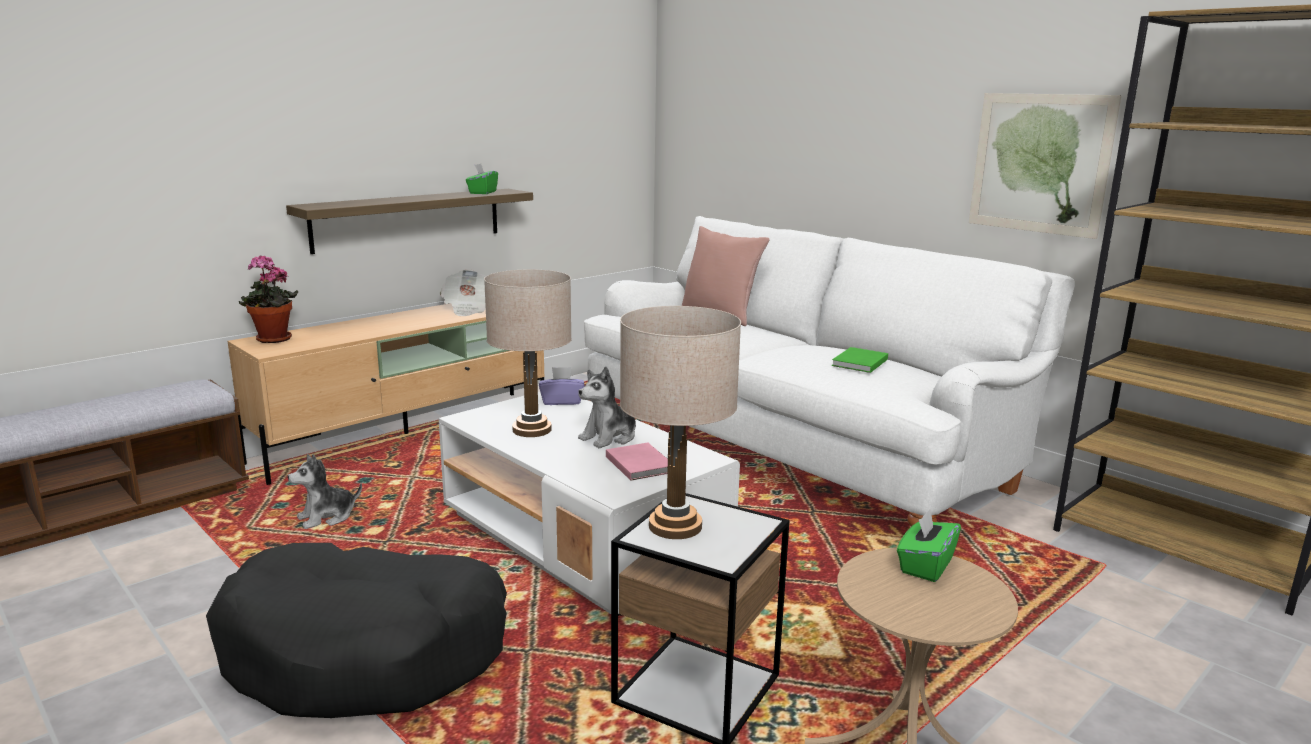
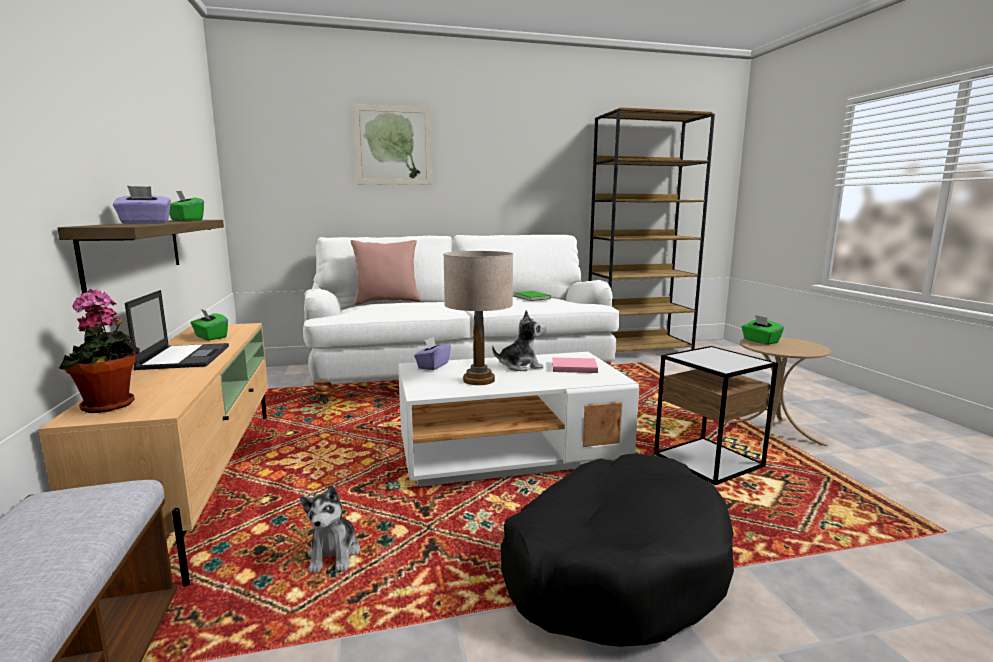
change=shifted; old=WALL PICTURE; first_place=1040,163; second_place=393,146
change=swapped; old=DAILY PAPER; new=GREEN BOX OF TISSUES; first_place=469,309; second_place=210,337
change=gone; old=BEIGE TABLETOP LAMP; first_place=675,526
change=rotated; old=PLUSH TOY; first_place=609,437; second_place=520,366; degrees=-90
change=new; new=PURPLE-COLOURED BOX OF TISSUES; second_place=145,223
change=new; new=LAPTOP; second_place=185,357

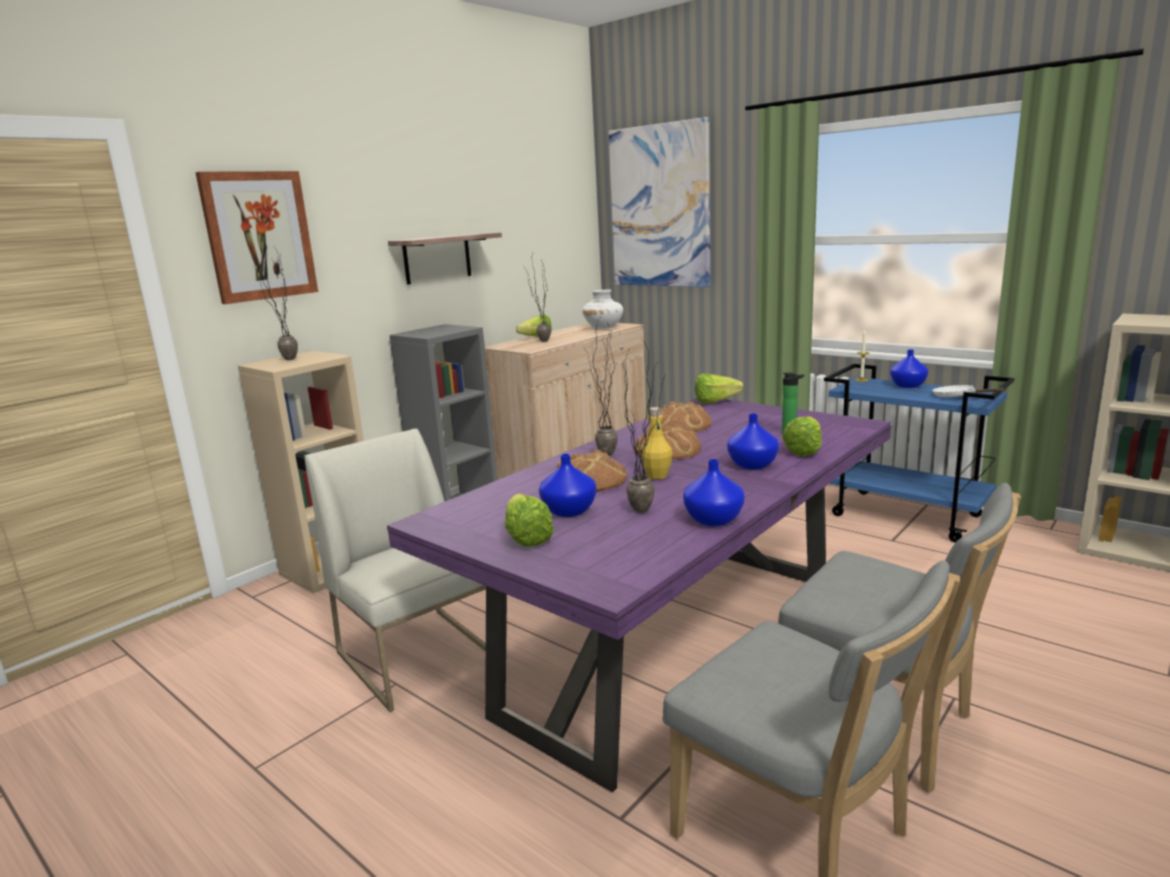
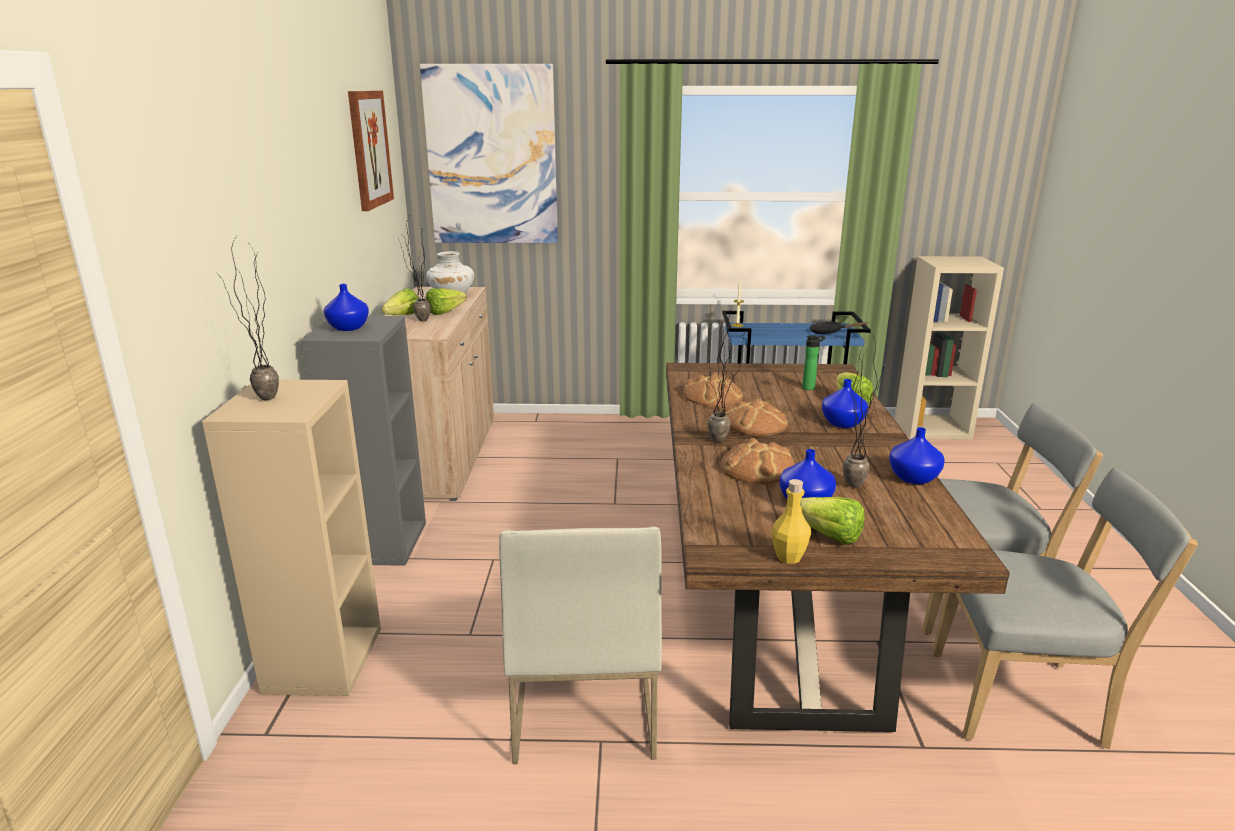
change=shifted; old=WALL PICTURE; first_place=259,236; second_place=369,149
change=gone; old=SHELF; first_place=437,258
change=shifted; old=BLUISH DECORATIVE VASE; first_place=908,386; second_place=348,328
change=shifted; old=LETTUCE HEAD; first_place=719,402; second_place=448,312
change=repainted; old=WHITE SKILLET; new=BLACK-COLOURED SKILLET; first_place=957,397; second_place=829,332
change=repainted; old=PURPLE-COLOURED DINING TABLE; new=BROWN-COLOURED DINING TABLE; first_place=677,646; second_place=778,600
change=shifted; old=YELLOWISH BOTTLE; first_place=657,476; second_place=789,557
change=rotated; old=WHITE PLAIN CHAIR; first_place=419,656; second_place=582,705; degrees=-105

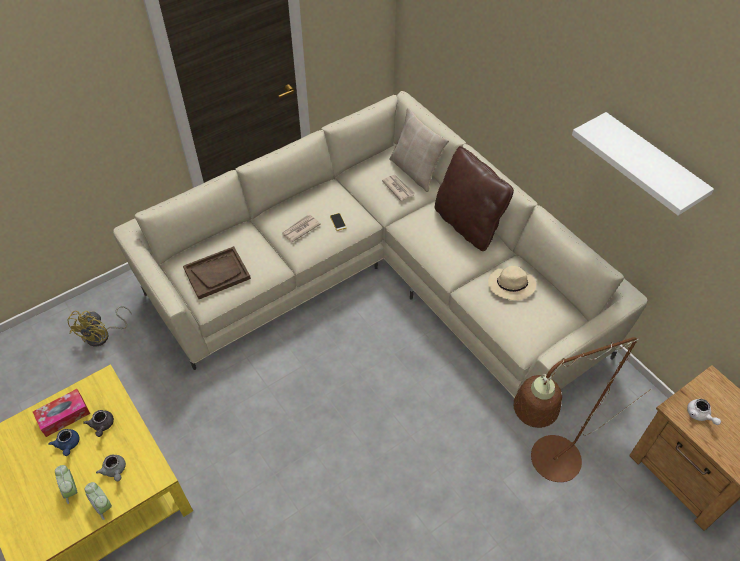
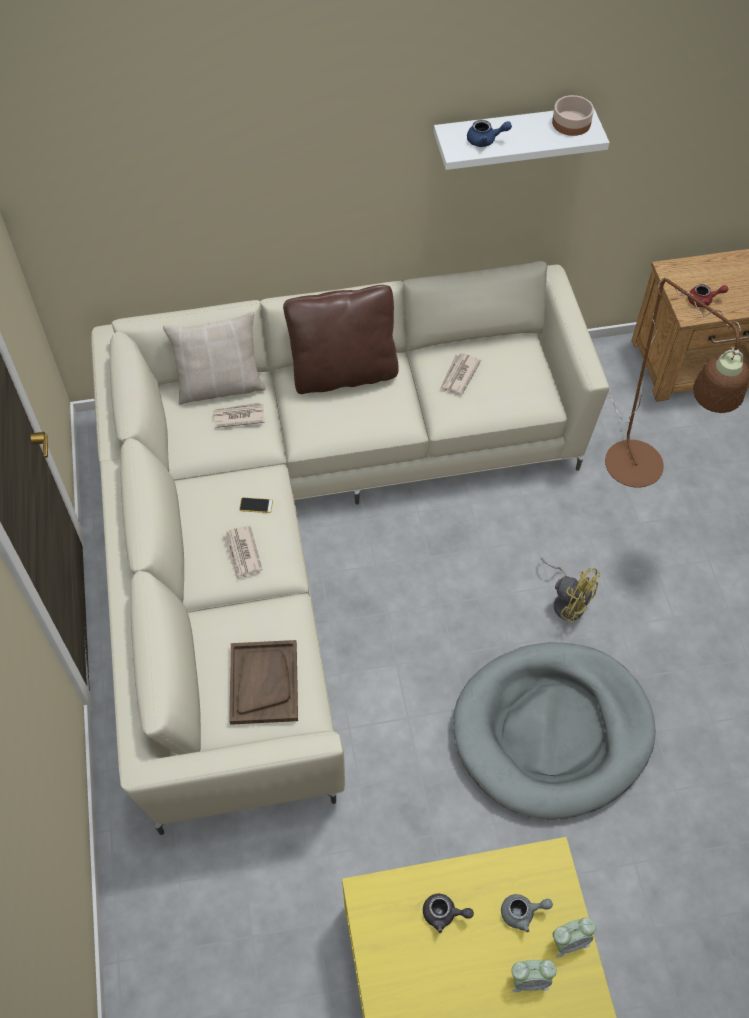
change=swapped; old=BEIGE CLOTHING HAT; new=DAILY PAPER; first_place=510,286; second_place=458,375
change=shifted; old=YELLOWISH FAN; first_place=103,335; second_place=567,601
change=gone; old=BOX OF TISSUES; first_place=64,416
change=repainted; old=WHITE TEA POT; new=REDDISH TEA POT; first_place=699,415; second_place=703,300
change=shifted; old=BLUISH TEA POT; first_place=68,445; second_place=485,140
change=new; new=SERVING BOWL; second_place=570,123
change=new; new=GREYISH PET BED; second_place=552,731

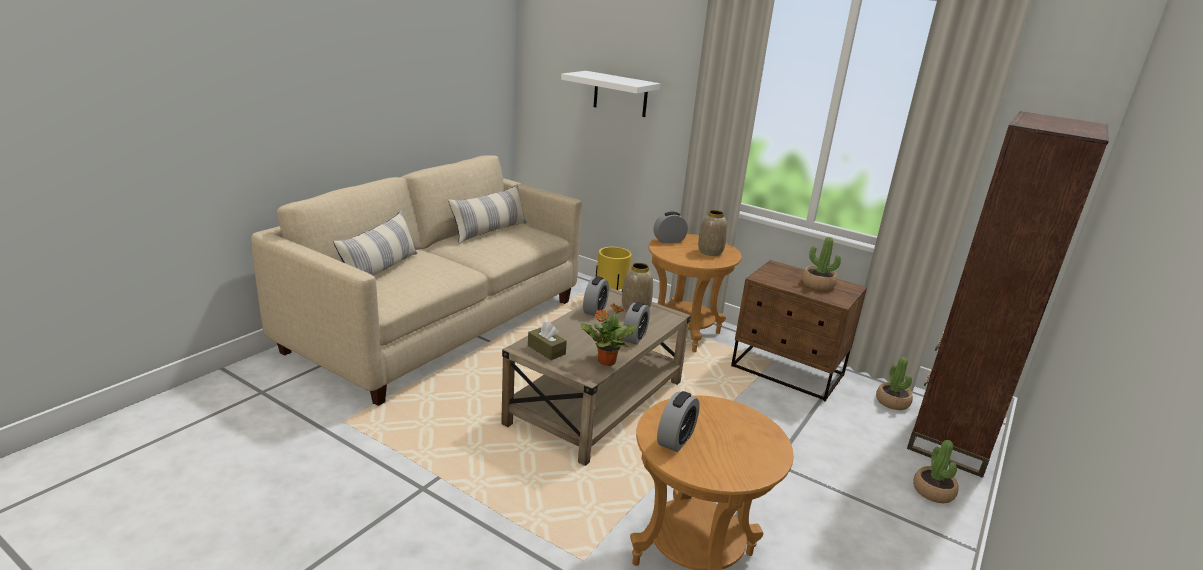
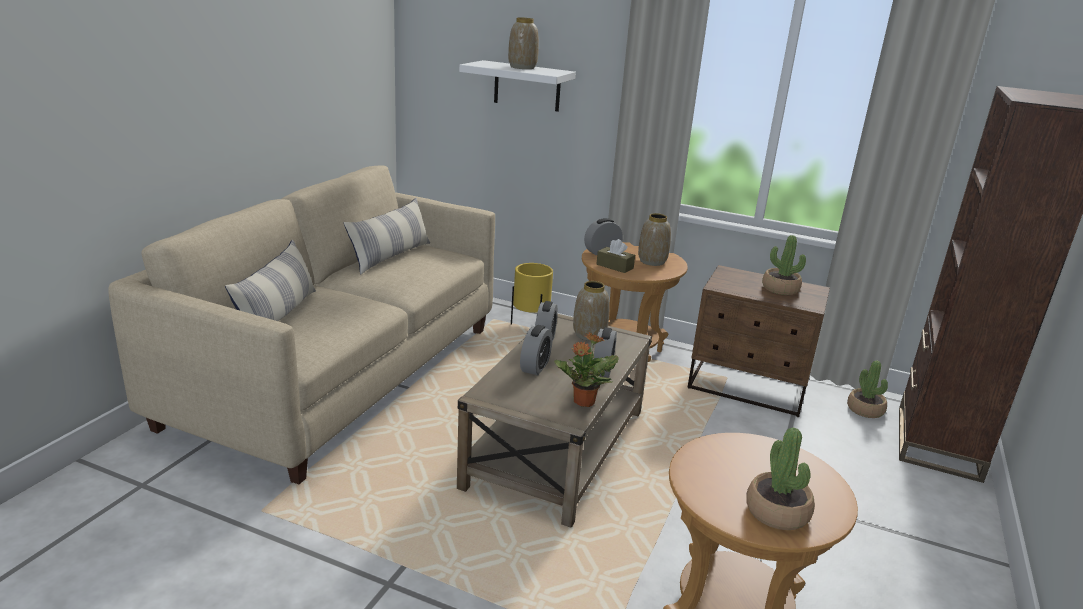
change=shifted; old=BROWN-COLOURED BOX OF TISSUES; first_place=546,350; second_place=614,266
change=shifted; old=ALARM CLOCK; first_place=676,439; second_place=535,367
change=shifted; old=PLANT IN A POT; first_place=933,491; second_place=777,512
change=new; new=DECORATIVE VASE; second_place=523,67

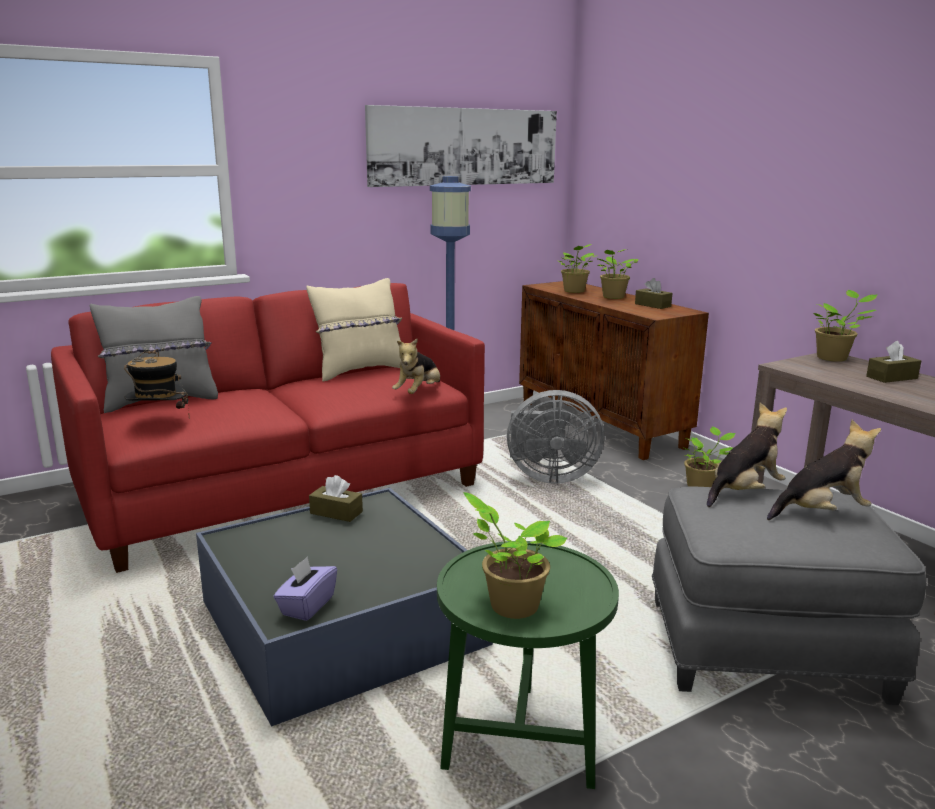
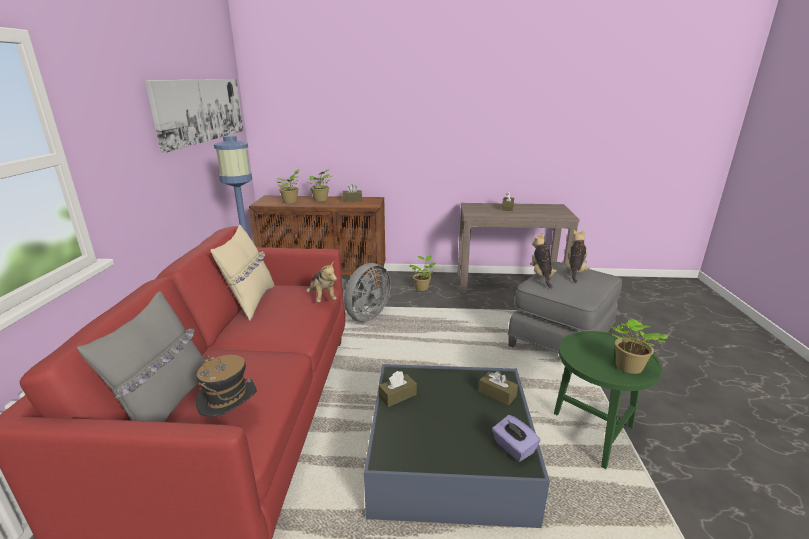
change=gone; old=PLANT IN A POT; first_place=834,358
change=new; new=BROWN-COLOURED BOX OF TISSUES; second_place=497,394

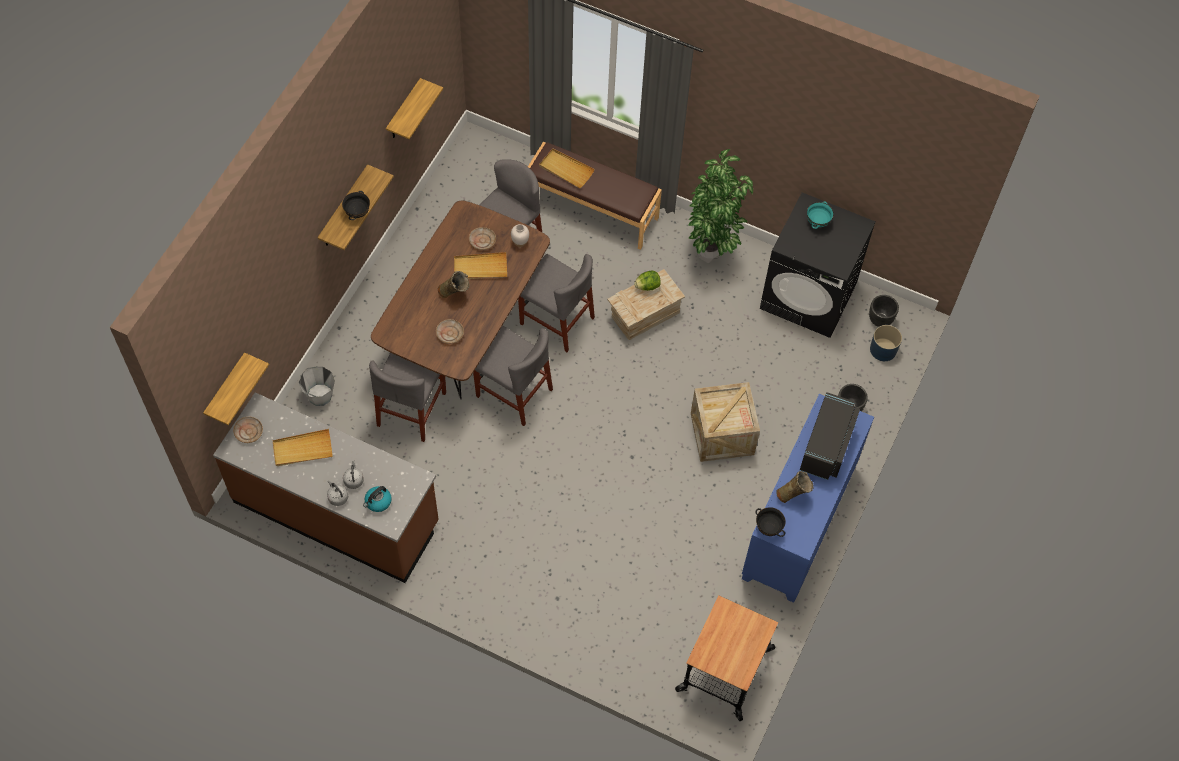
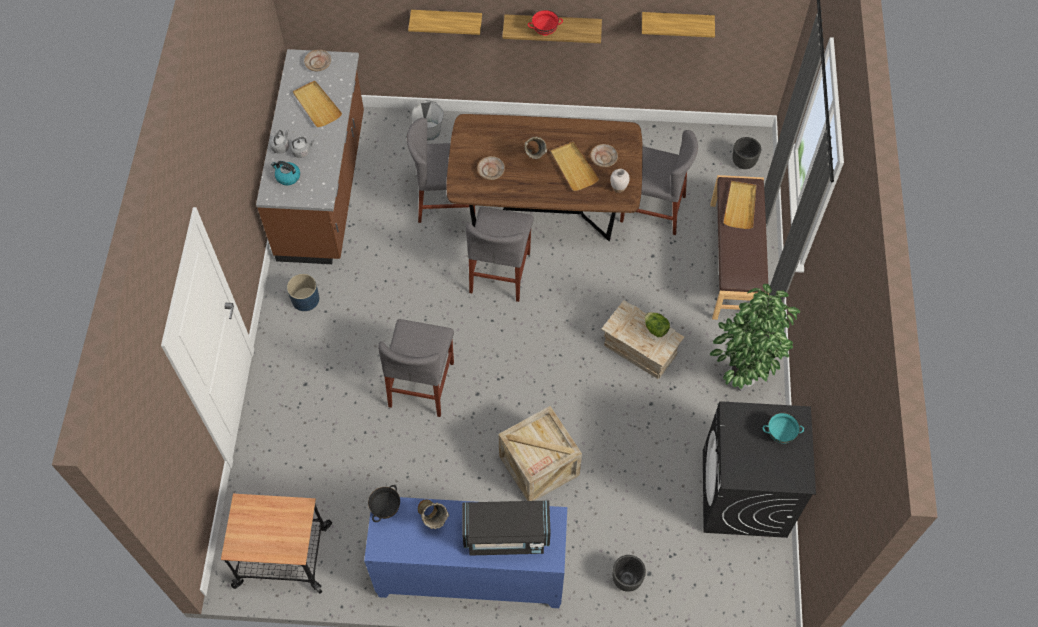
change=repainted; old=BLACK-COLOURED SERVING BOWL; new=REDDISH SERVING BOWL; first_place=357,213; second_place=545,31
change=shifted; old=GREYISH PLAIN CHAIR; first_place=557,320; second_place=421,384
change=shifted; old=BLACK-COLOURED FLOWER POT; first_place=880,319; second_place=744,162
change=shifted; old=BLUISH FLOWER POT; first_place=883,349; second_place=305,299
change=shifted; old=SHELF; first_place=226,389; second_place=447,20

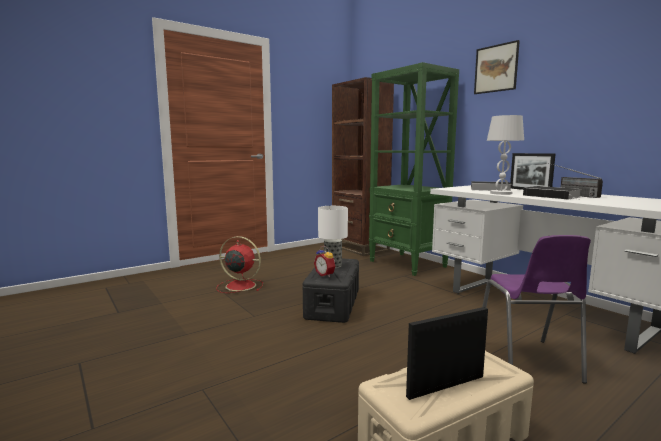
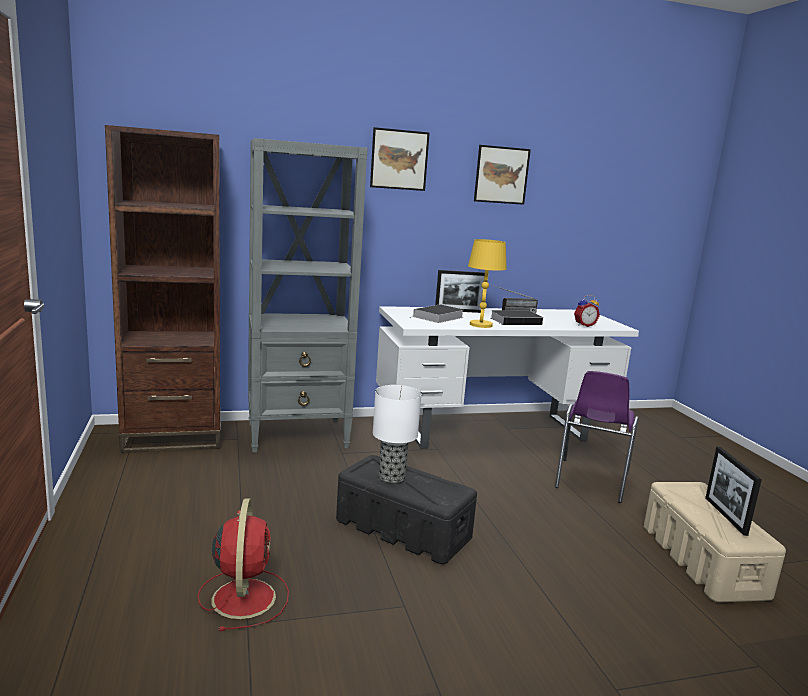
change=repainted; old=GREEN SHELVING UNIT; new=GREYISH SHELVING UNIT; first_place=408,264; second_place=298,435
change=repainted; old=WHITE TABLETOP LAMP; new=YELLOWISH TABLETOP LAMP; first_place=501,193; second_place=481,325
change=rotated; old=PURPLE-COLOURED PLAIN CHAIR; first_place=527,362; second_place=590,481; degrees=90
change=rotated; old=REDDISH FAN; first_place=239,286; second_place=244,596; degrees=135
change=shifted; old=ALARM CLOCK; first_place=325,275; second_place=584,325
change=new; new=WALL PICTURE; second_place=501,175

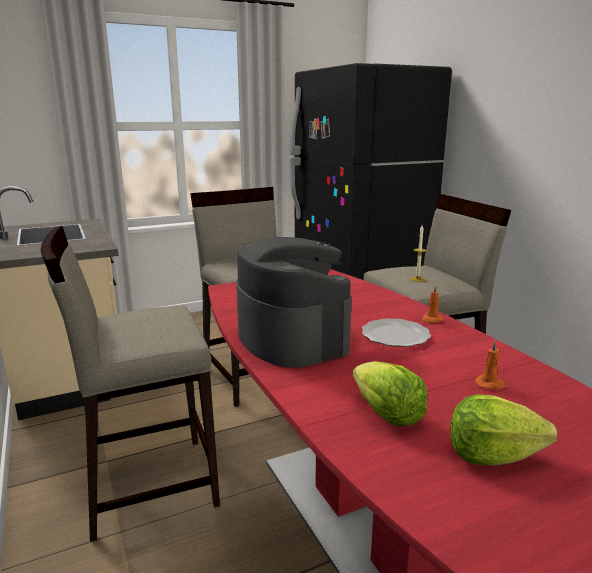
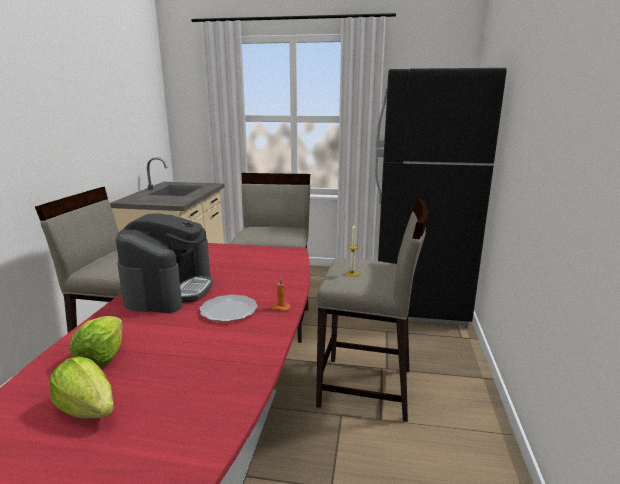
change=gone; old=ORANGE-COLOURED CANDLE; first_place=490,384

